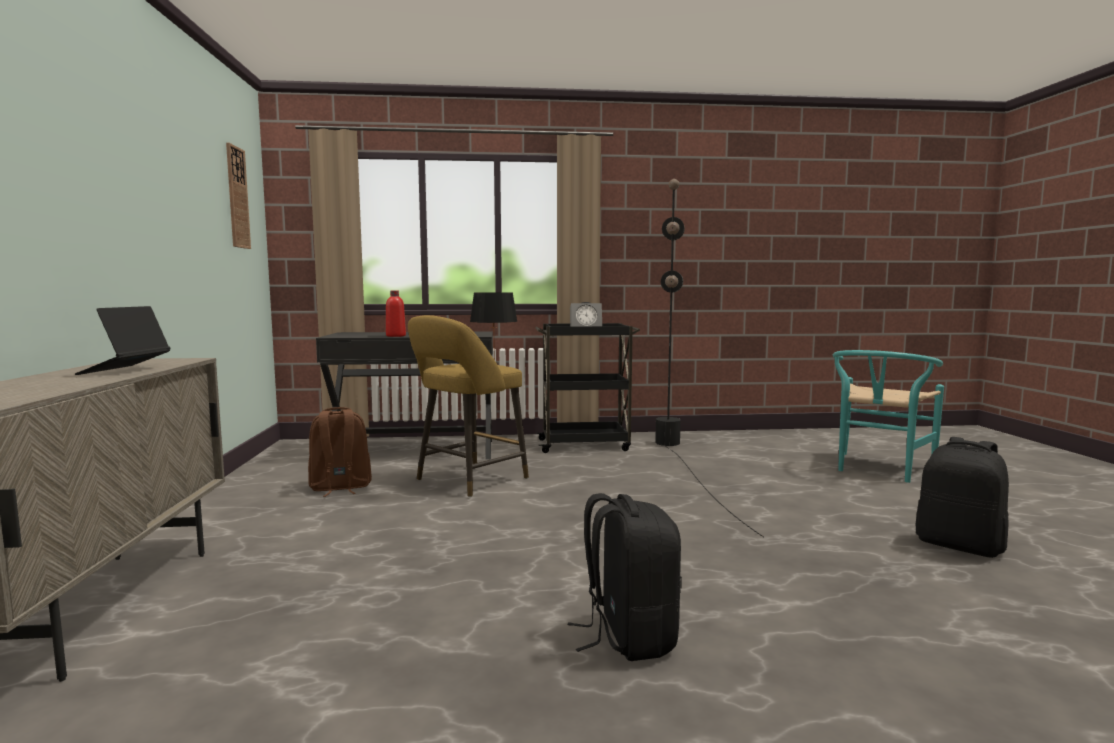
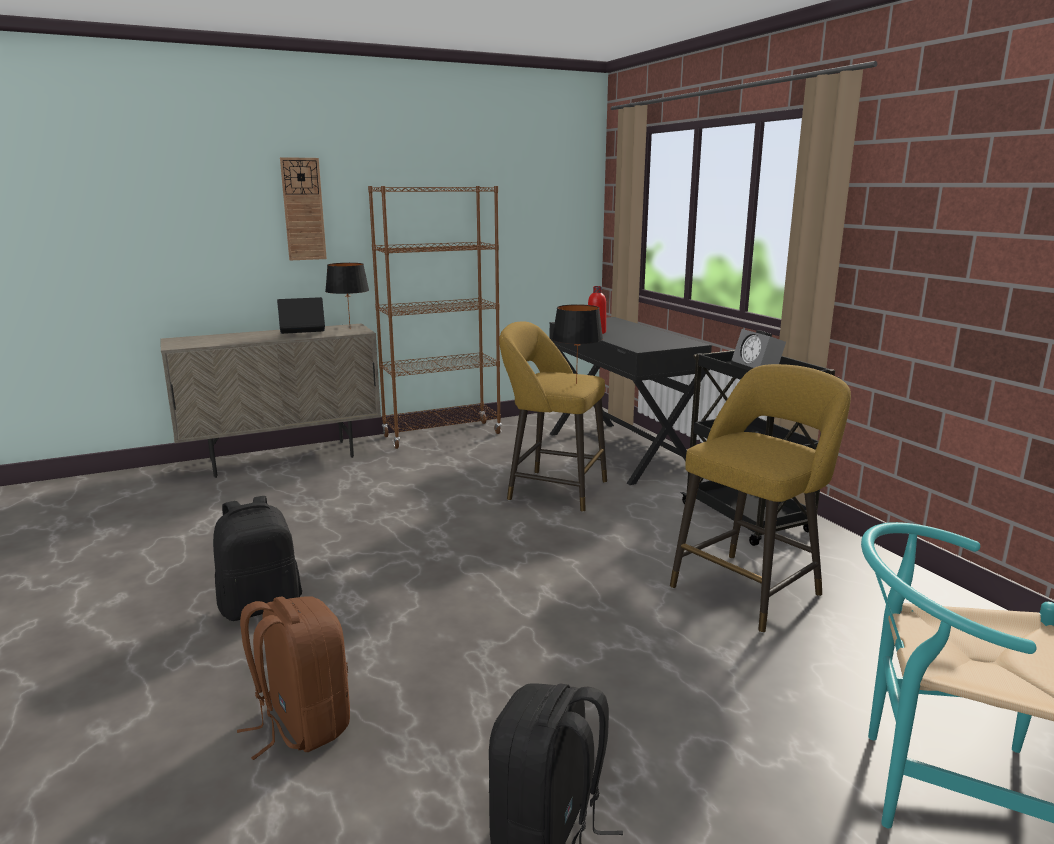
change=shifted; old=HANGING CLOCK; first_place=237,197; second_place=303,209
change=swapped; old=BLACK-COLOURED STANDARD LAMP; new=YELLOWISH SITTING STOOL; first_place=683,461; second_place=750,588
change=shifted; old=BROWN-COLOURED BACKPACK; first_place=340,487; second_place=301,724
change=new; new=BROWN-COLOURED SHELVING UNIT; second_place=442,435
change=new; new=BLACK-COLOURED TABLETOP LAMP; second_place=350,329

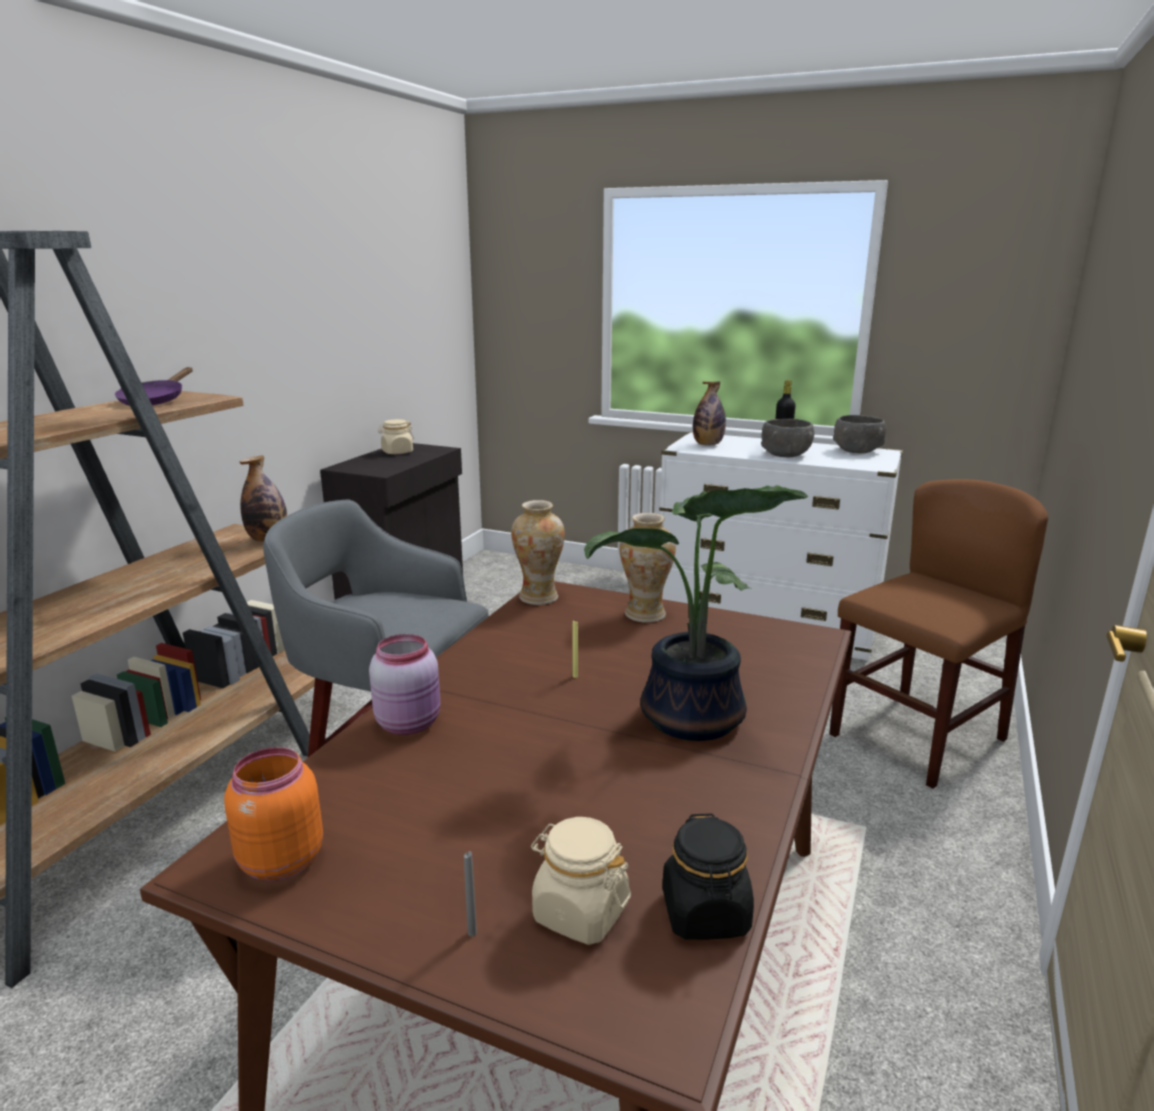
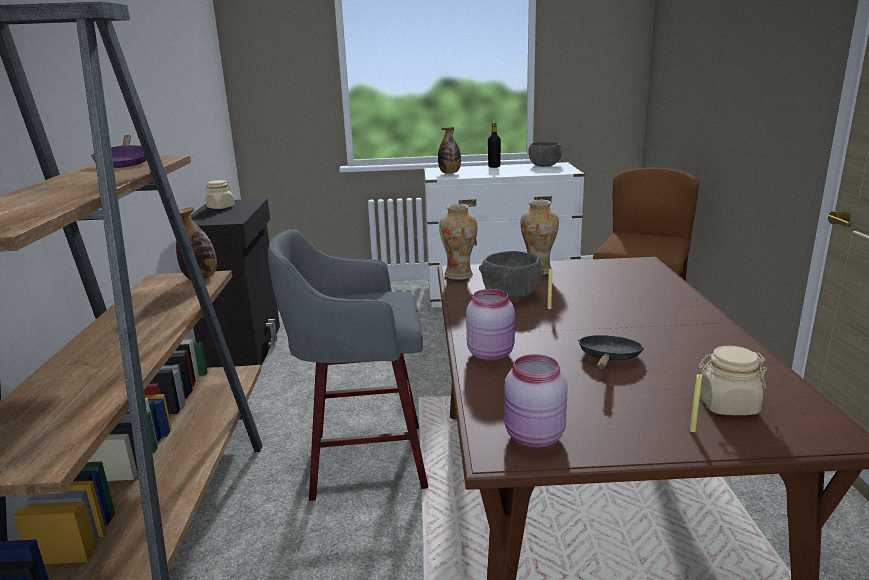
change=shifted; old=GREYISH SERVING BOWL; first_place=785,455; second_place=511,295
change=gone; old=PLANT IN A POT; first_place=691,721
change=repainted; old=ORANGE-COLOURED JAR; new=PINKISH JAR; first_place=278,861; second_place=533,437
change=gone; old=BLACK-COLOURED JAR; first_place=705,914
change=repainted; old=GREYISH CANDLE; new=YELLOWISH CANDLE; first_place=472,933; second_place=692,430
change=new; new=BLACK-COLOURED SKILLET; second_place=608,359

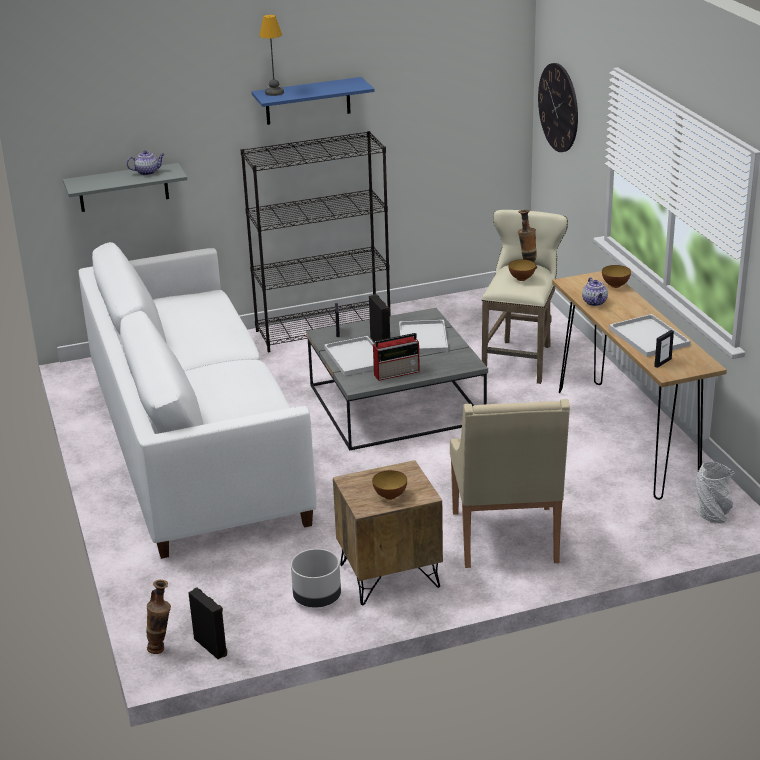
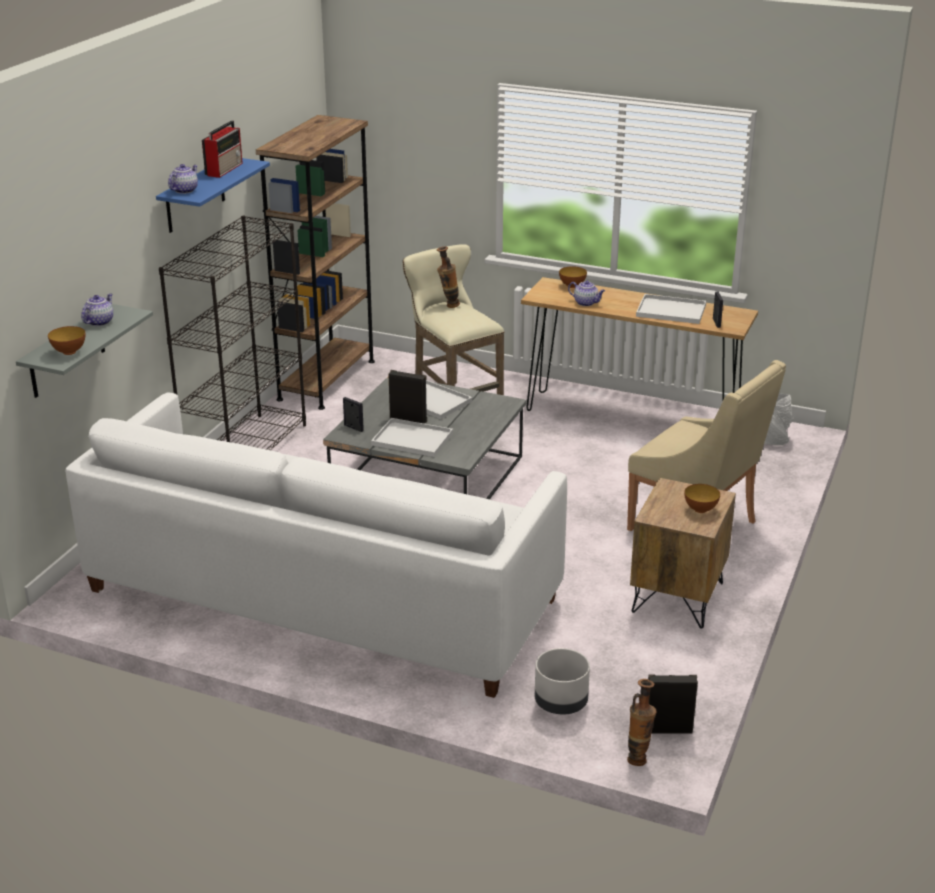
change=swapped; old=TABLETOP LAMP; new=TEA POT; first_place=274,92; second_place=184,190
change=gone; old=HANGING CLOCK; first_place=558,107
change=shifted; old=SERVING BOWL; first_place=521,279; second_place=69,352
change=shifted; old=RADIO; first_place=397,372; second_place=225,169
change=shifted; old=GREYISH FLOWER POT; first_place=316,598; second_place=560,703
change=new; new=BROWN-COLOURED SHELVING UNIT; second_place=326,380

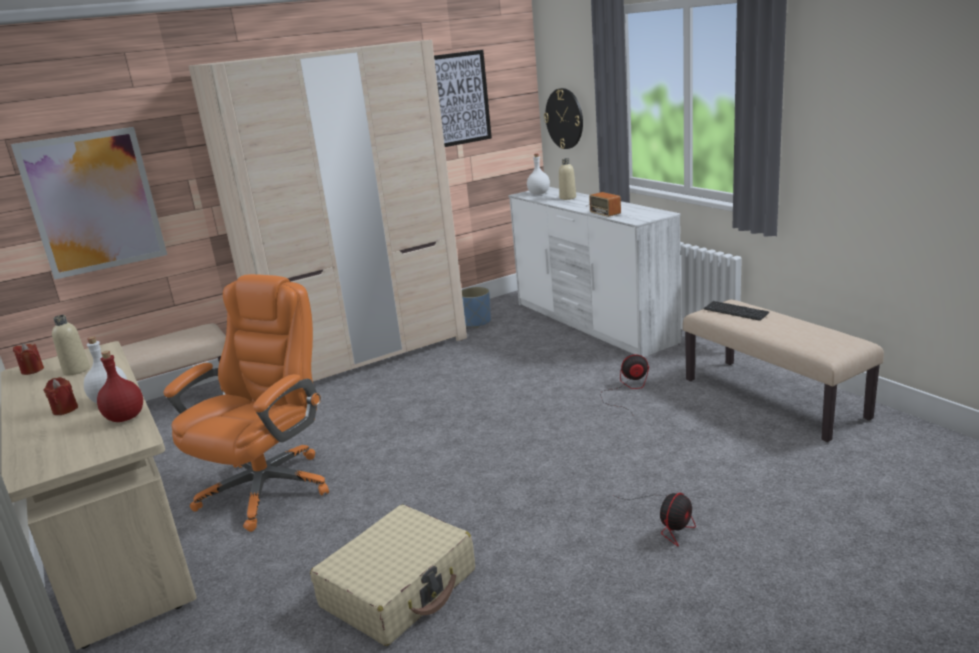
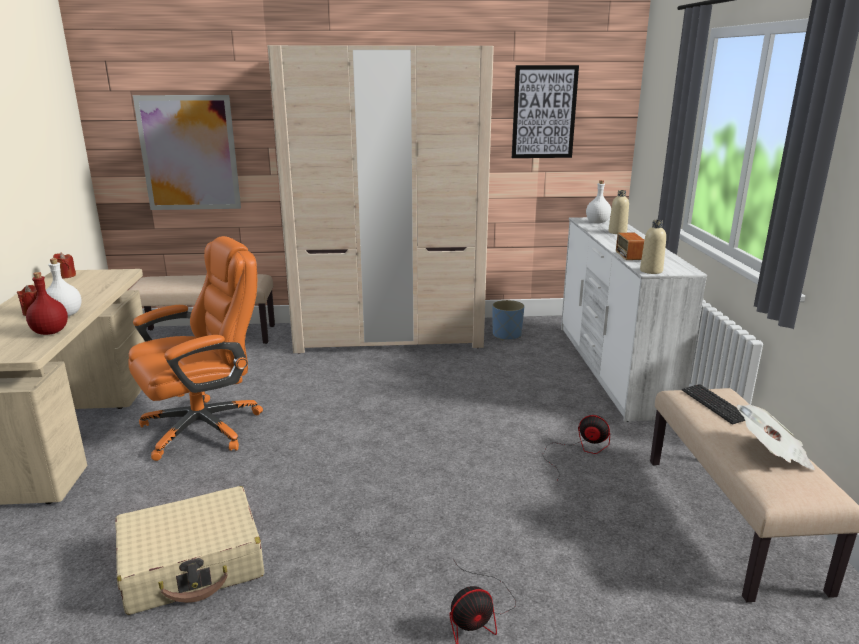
change=gone; old=HANGING CLOCK; first_place=564,118
change=shifted; old=BEIGE BOTTLE; first_place=76,370; second_place=651,271
change=new; new=DAILY PAPER; second_place=772,454

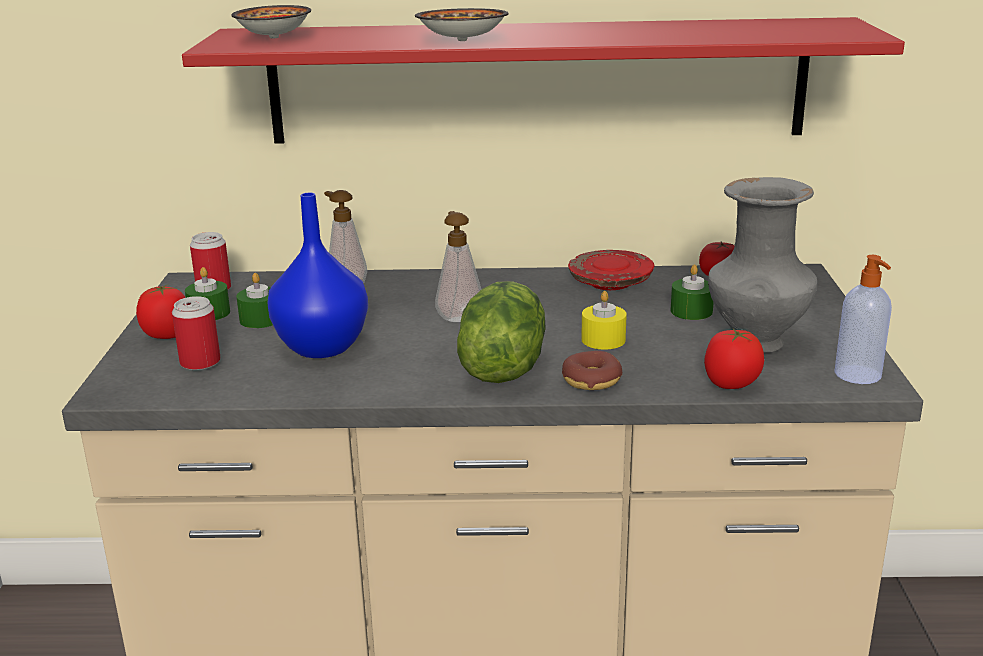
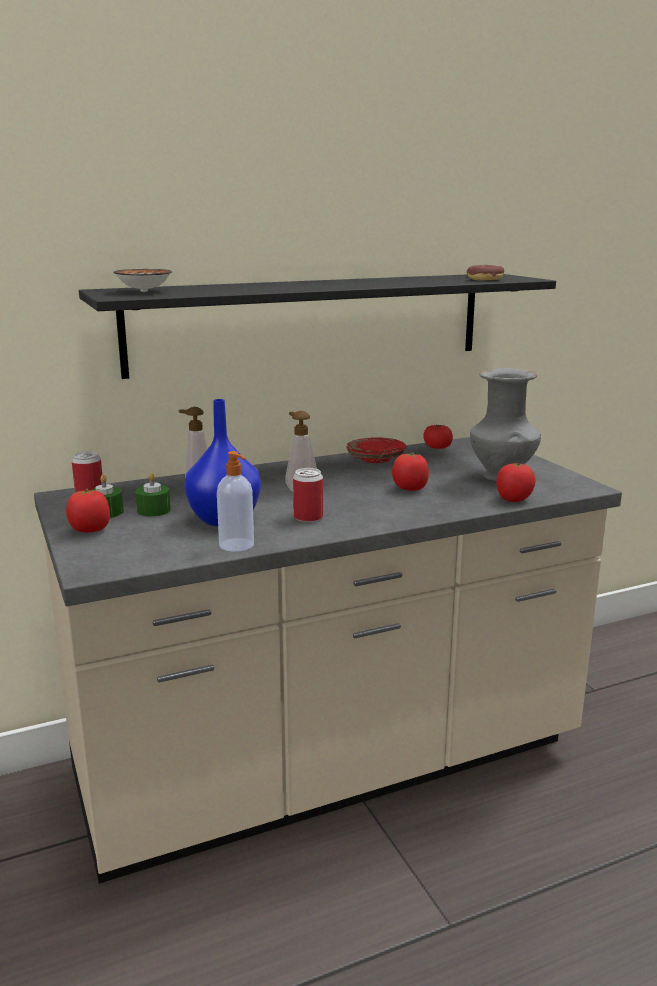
change=gone; old=SERVING BOWL; first_place=464,40
change=repainted; old=REDDISH SHELF; new=BLACK-COLOURED SHELF; first_place=536,81; second_place=310,322
change=shifted; old=SOAP DISPENSER; first_place=858,375; second_place=237,545
change=gone; old=GREEN CANDLE; first_place=691,311
change=gone; old=LETTUCE HEAD; first_place=501,367
change=swapped; old=YELLOWISH CANDLE; new=WHOLE TOMATO; first_place=603,340; second_place=410,488
change=shifted; old=CAN; first_place=200,363; second_place=308,517
change=shifted; old=DOUGHNUT; first_place=591,380; second_place=485,279

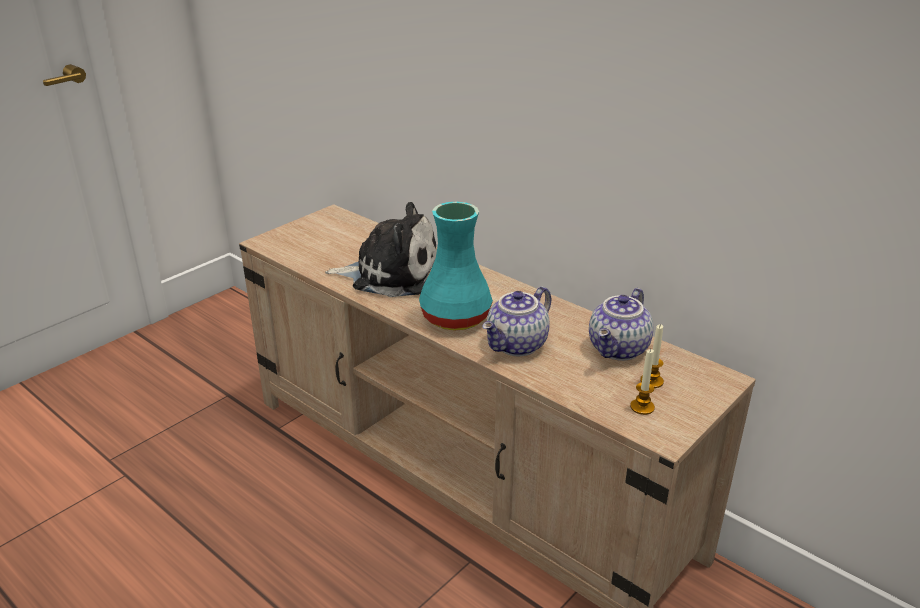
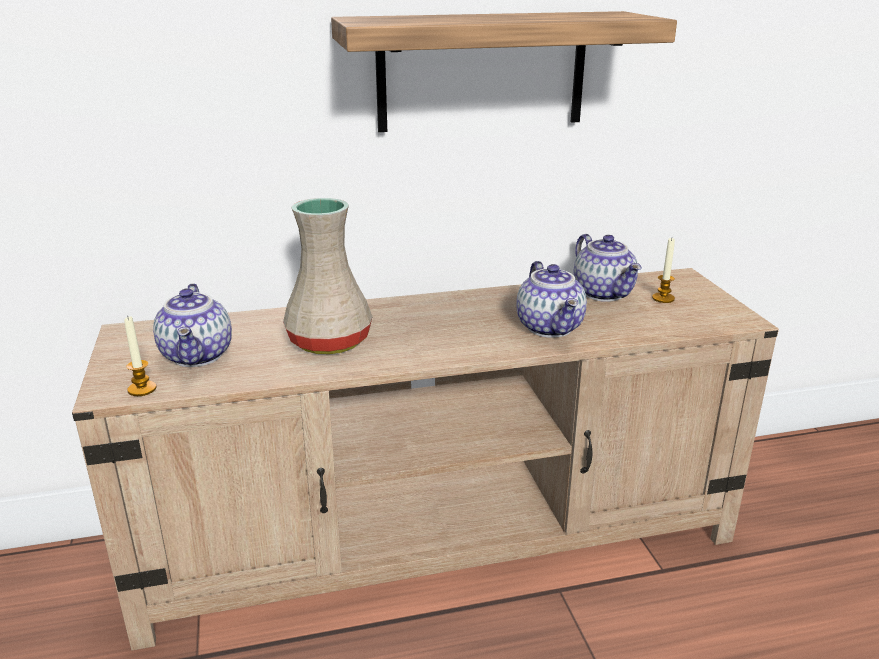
change=swapped; old=PLUSH TOY; new=BEIGE DECORATIVE VASE; first_place=390,274; second_place=327,342
change=gone; old=TURQUOISE-COLOURED DECORATIVE VASE; first_place=457,318
change=shifted; old=CANDLE; first_place=642,407; second_place=142,389
change=new; new=SHELF; second_place=482,71
change=new; new=TEA POT; second_place=199,356

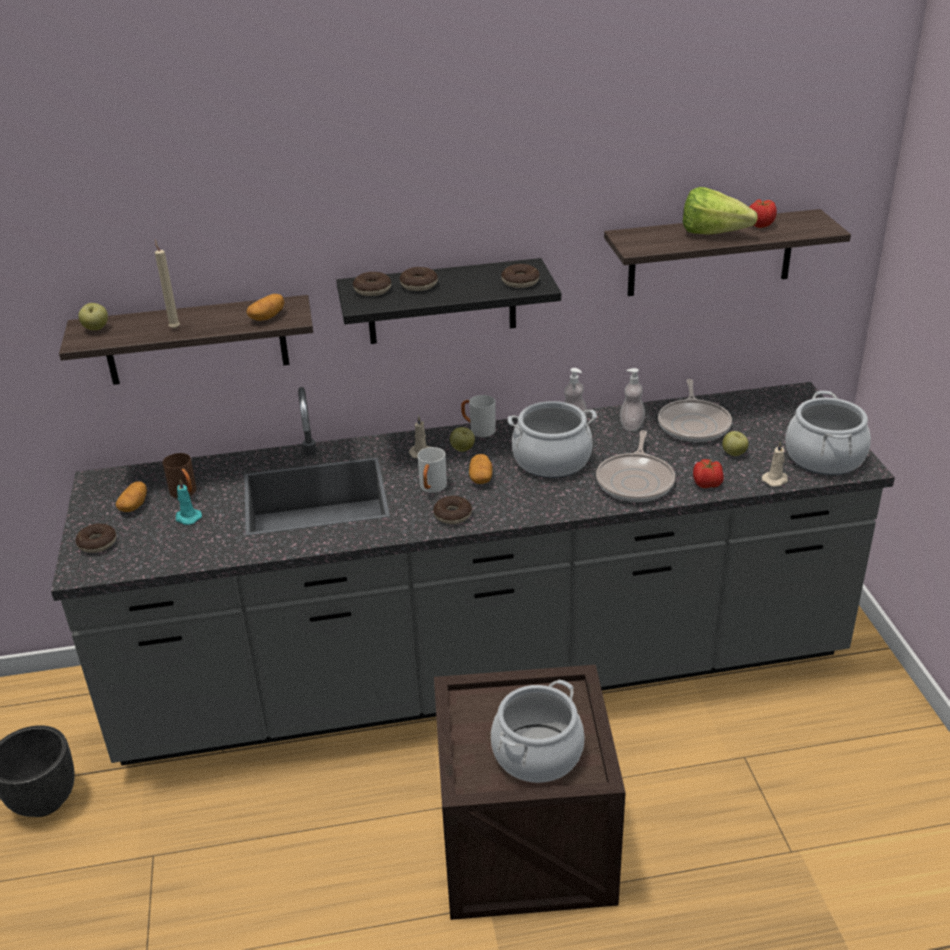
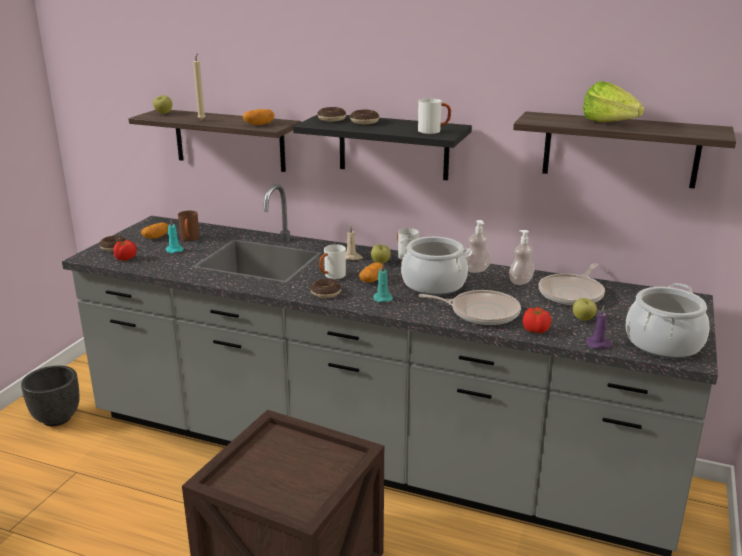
change=shifted; old=WHOLE TOMATO; first_place=759,225; second_place=125,258
change=swapped; old=DOUGHNUT; new=WHITE MUG; first_place=520,282; second_place=433,131
change=rotated; old=SKILLET; first_place=636,481; second_place=481,312; degrees=-120
change=repainted; old=BEIGE CANDLE; new=PURPLE-COLOURED CANDLE; first_place=775,480; second_place=599,344
change=gone; old=COOKING POT; first_place=537,754
change=new; new=TURQUOISE-COLOURED CANDLE; second_place=382,298

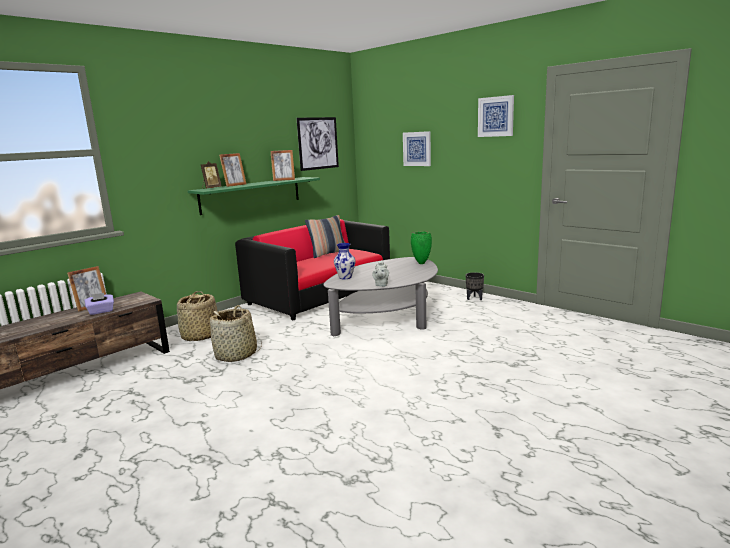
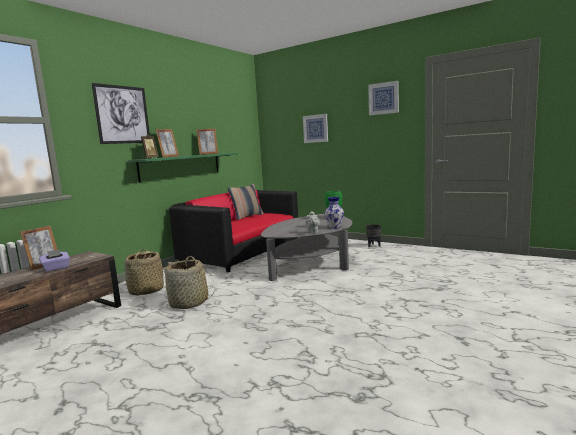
change=shifted; old=WALL PICTURE; first_place=318,143; second_place=122,114
change=shifted; old=DECORATIVE VASE; first_place=345,277; second_place=334,227

